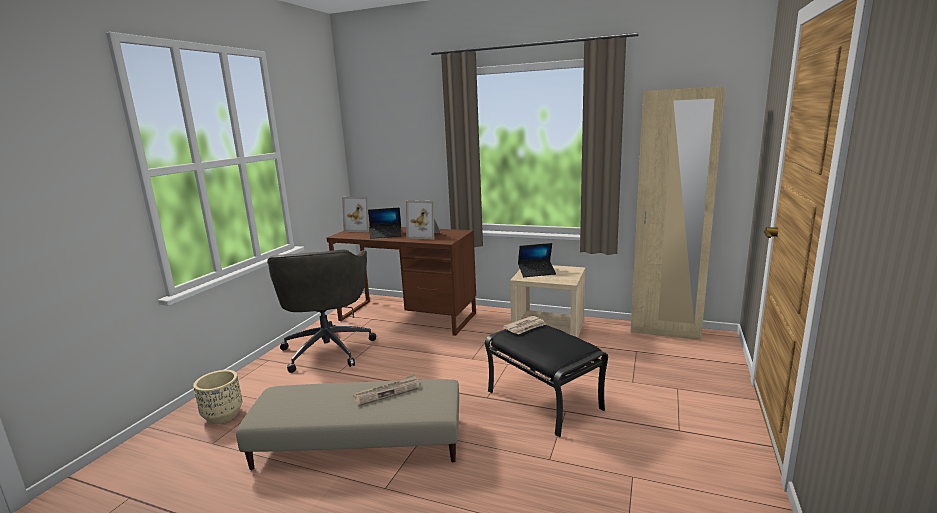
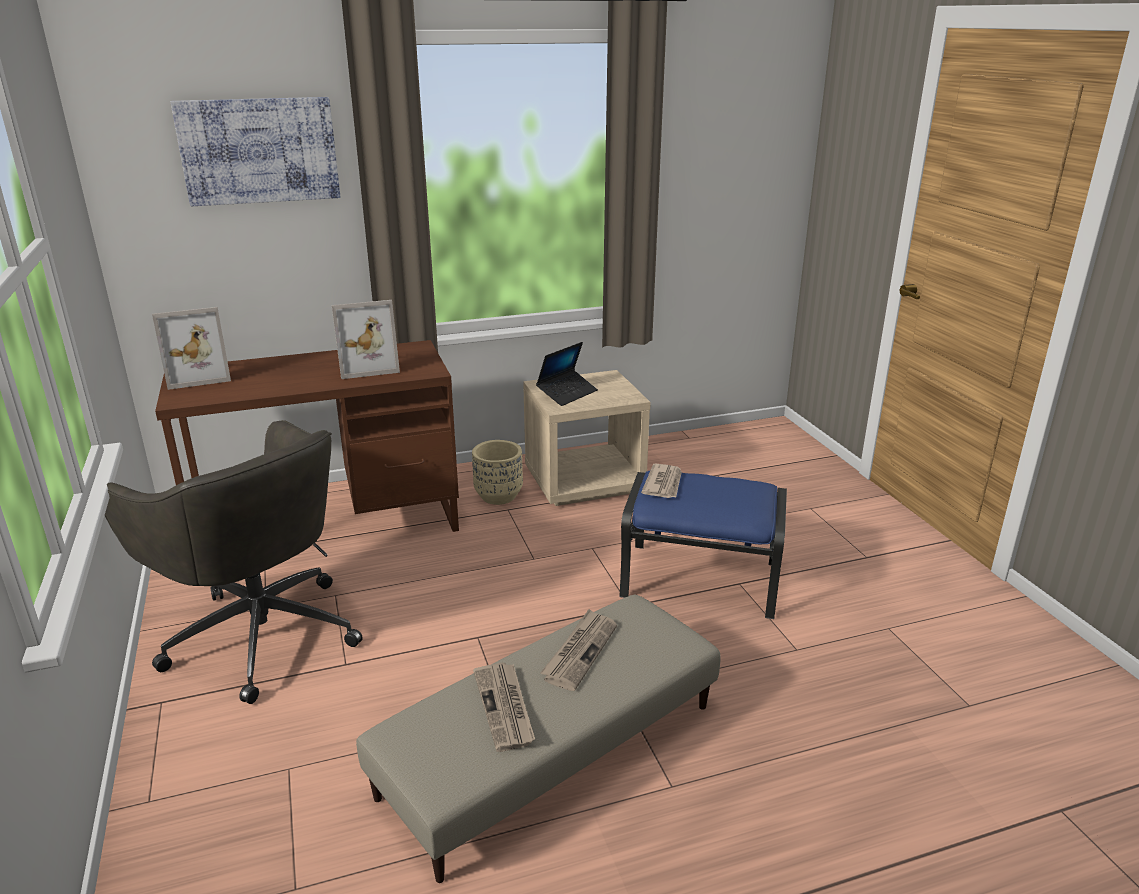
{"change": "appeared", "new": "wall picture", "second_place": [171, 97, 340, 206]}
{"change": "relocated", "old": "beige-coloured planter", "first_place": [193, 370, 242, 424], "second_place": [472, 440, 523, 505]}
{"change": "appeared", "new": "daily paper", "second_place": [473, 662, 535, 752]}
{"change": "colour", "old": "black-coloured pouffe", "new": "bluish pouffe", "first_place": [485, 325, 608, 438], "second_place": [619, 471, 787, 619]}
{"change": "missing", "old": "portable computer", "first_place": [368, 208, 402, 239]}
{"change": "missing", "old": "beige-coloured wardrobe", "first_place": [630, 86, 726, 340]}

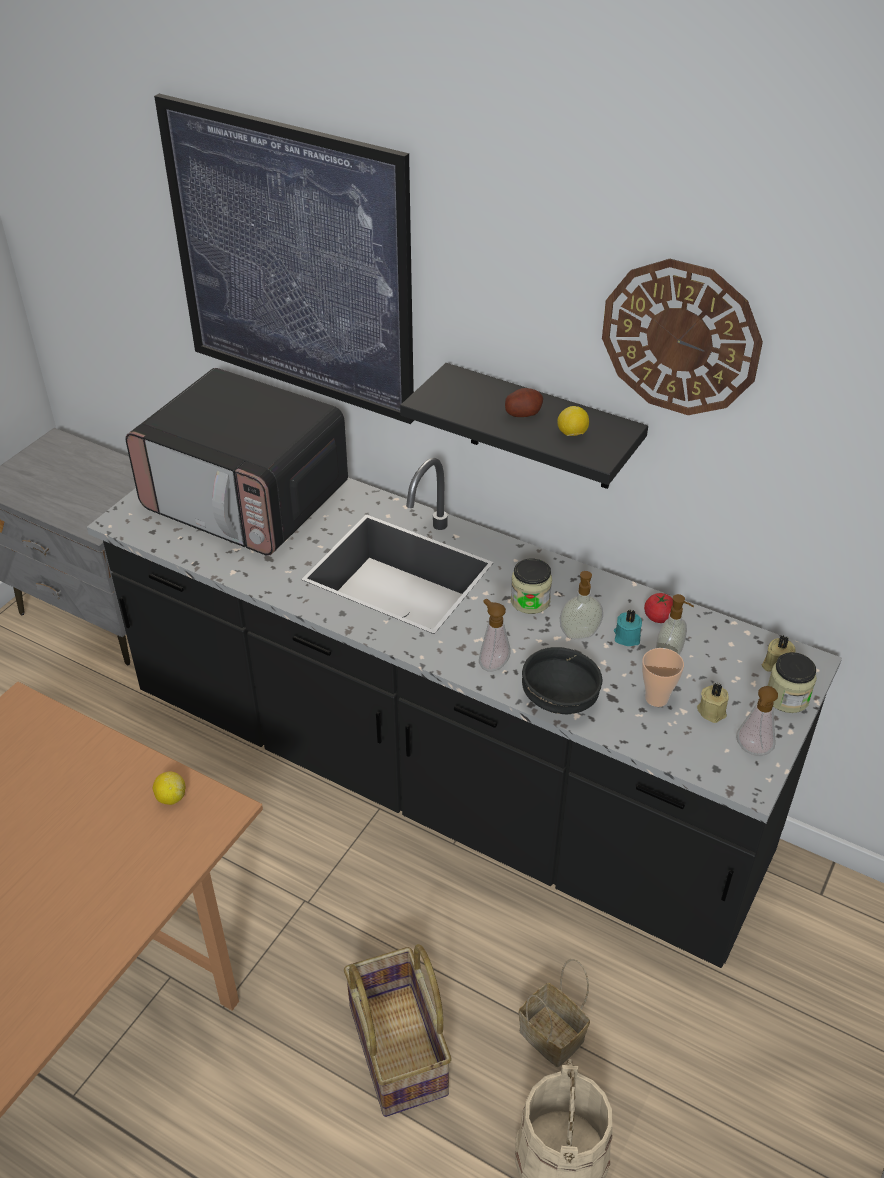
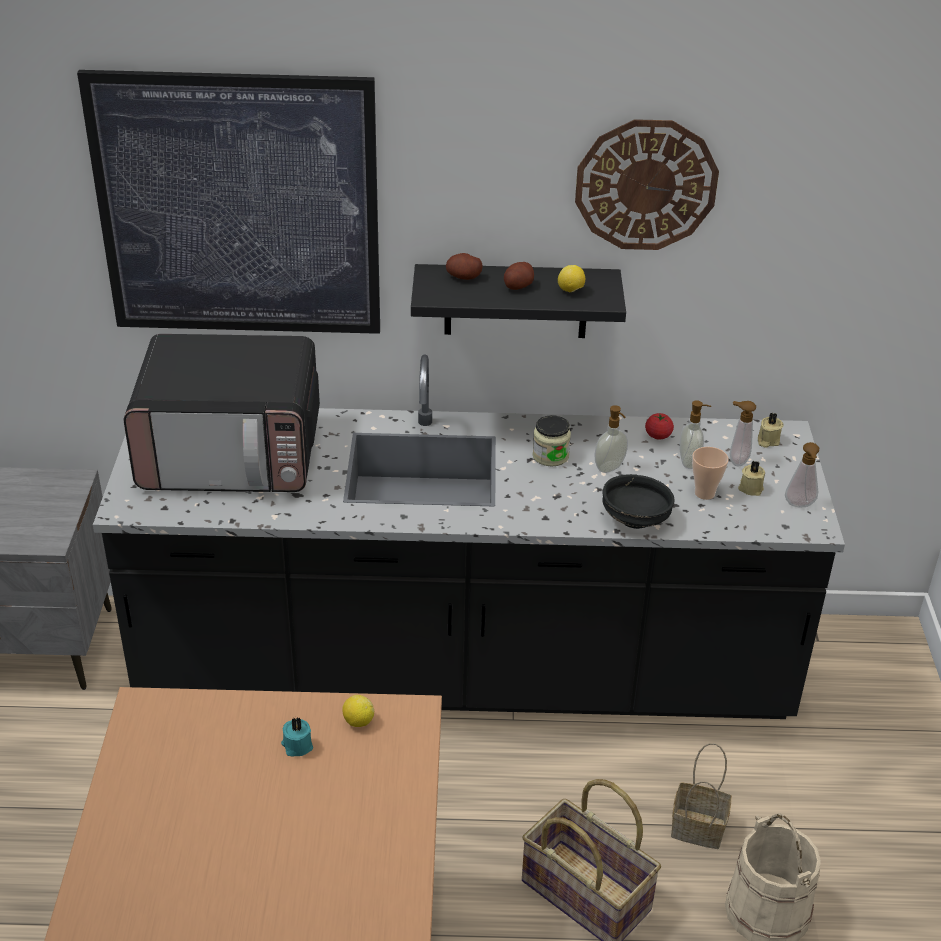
{"change": "relocated", "old": "turquoise-coloured wax candle", "first_place": [614, 610, 642, 646], "second_place": [281, 717, 313, 757]}
{"change": "appeared", "new": "spud", "second_place": [446, 253, 483, 280]}
{"change": "relocated", "old": "liquid soap bottle", "first_place": [479, 599, 511, 672], "second_place": [730, 401, 756, 466]}
{"change": "missing", "old": "jar", "first_place": [768, 652, 817, 713]}

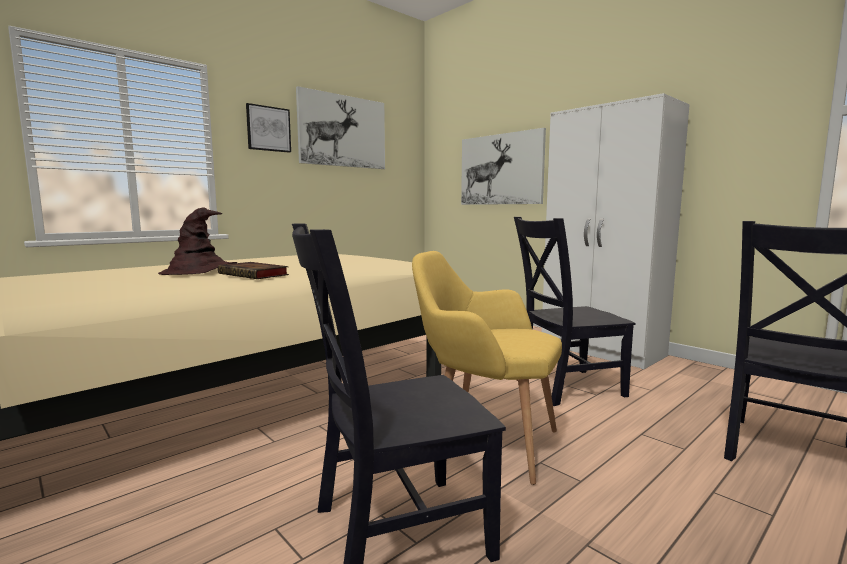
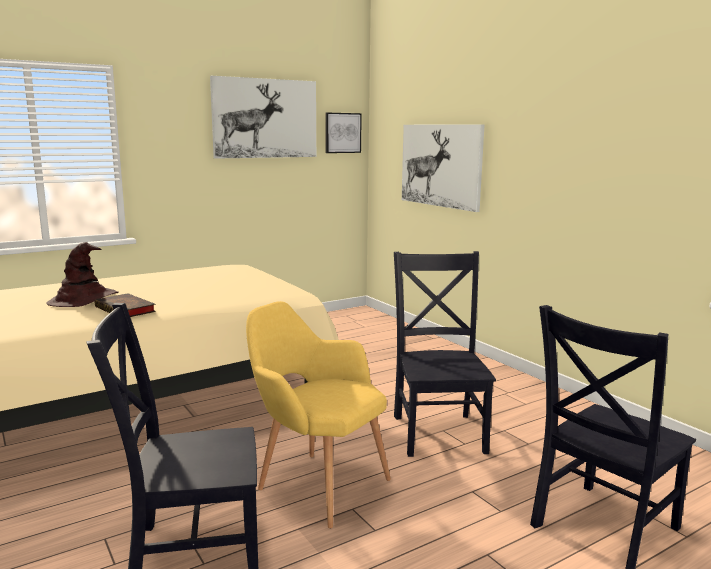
{"change": "relocated", "old": "wall picture", "first_place": [246, 103, 291, 153], "second_place": [325, 113, 362, 153]}
{"change": "spun", "old": "black-coloured chair", "first_place": [514, 217, 636, 406], "second_place": [394, 251, 496, 457], "degrees": 90}
{"change": "missing", "old": "white-coloured wardrobe", "first_place": [542, 93, 690, 369]}

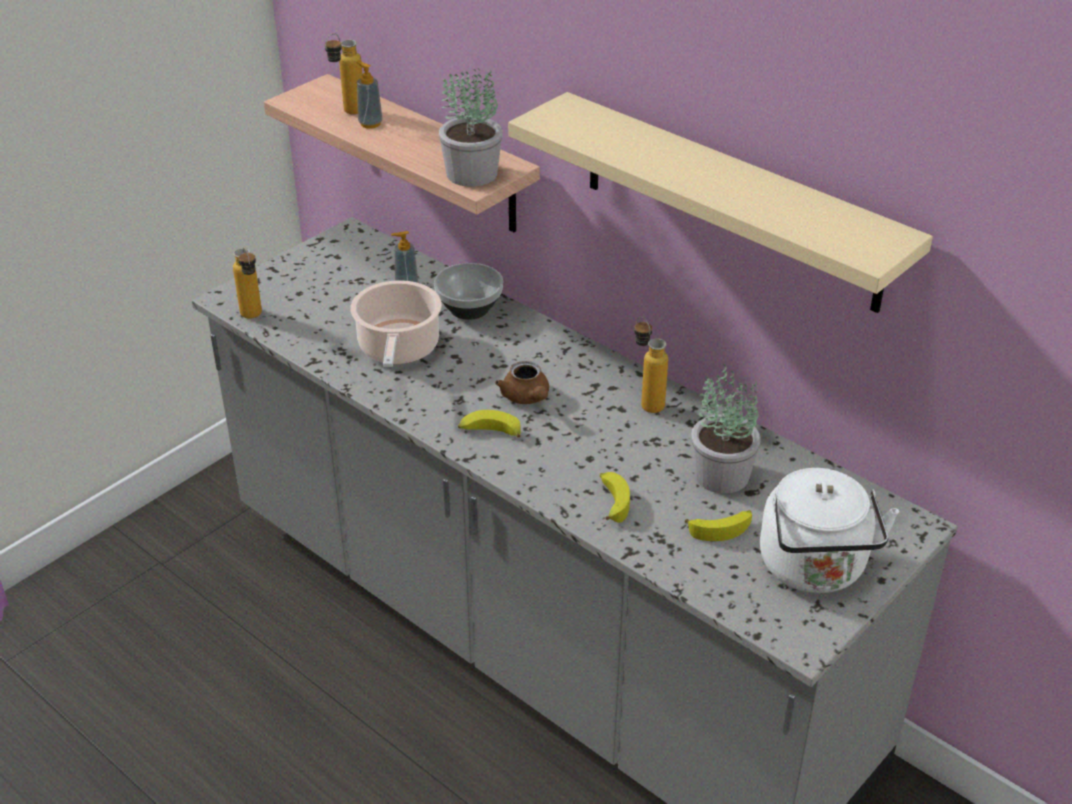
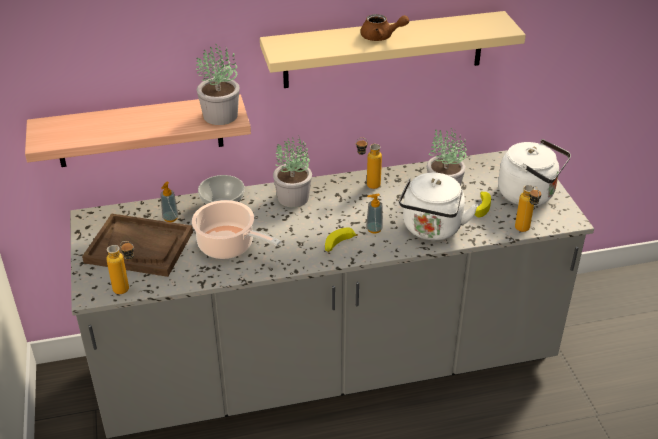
{"change": "appeared", "new": "brown-coloured carrying tray", "second_place": [82, 213, 193, 277]}
{"change": "appeared", "new": "plant in a pot", "second_place": [273, 135, 312, 208]}
{"change": "relocated", "old": "brown-coloured teapot", "first_place": [495, 361, 549, 404], "second_place": [360, 14, 409, 41]}
{"change": "relocated", "old": "liquid soap bottle", "first_place": [357, 61, 383, 129], "second_place": [366, 193, 383, 234]}
{"change": "exchanged", "old": "banana fruit", "new": "white-coloured kettle", "first_place": [600, 472, 630, 523], "second_place": [399, 173, 478, 241]}
{"change": "relocated", "old": "beverage bottle", "first_place": [325, 33, 363, 115], "second_place": [515, 185, 541, 232]}

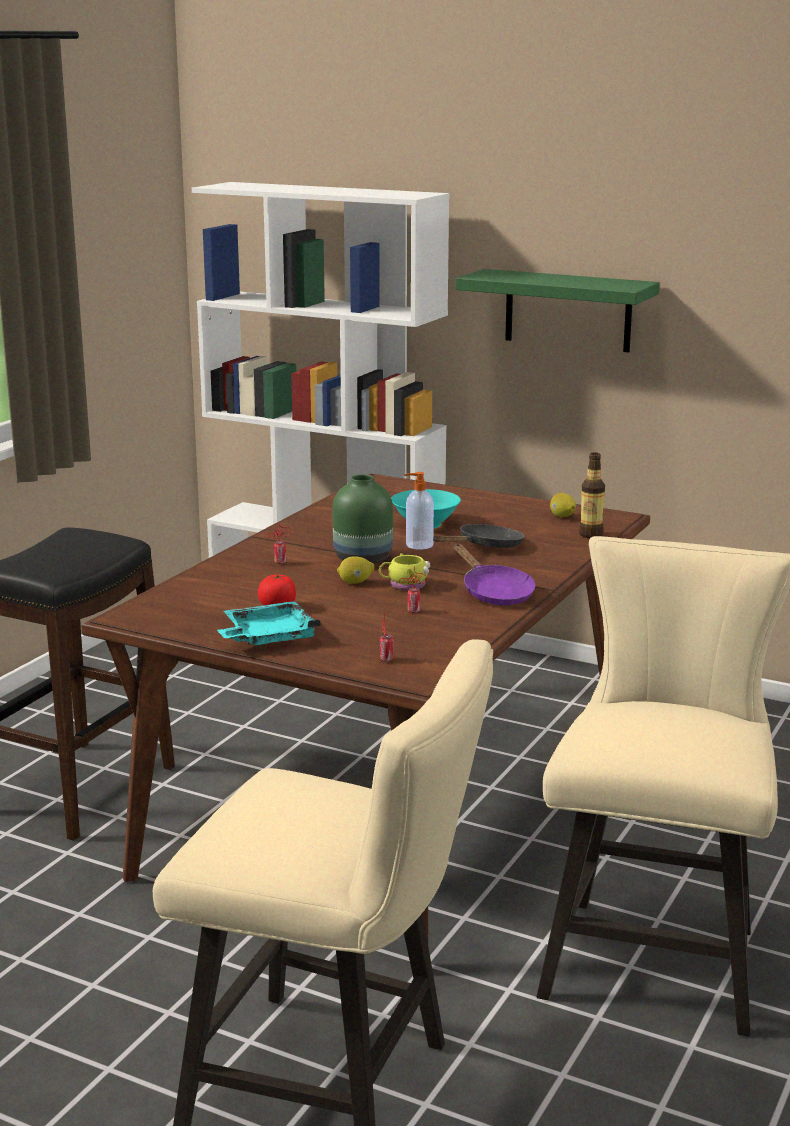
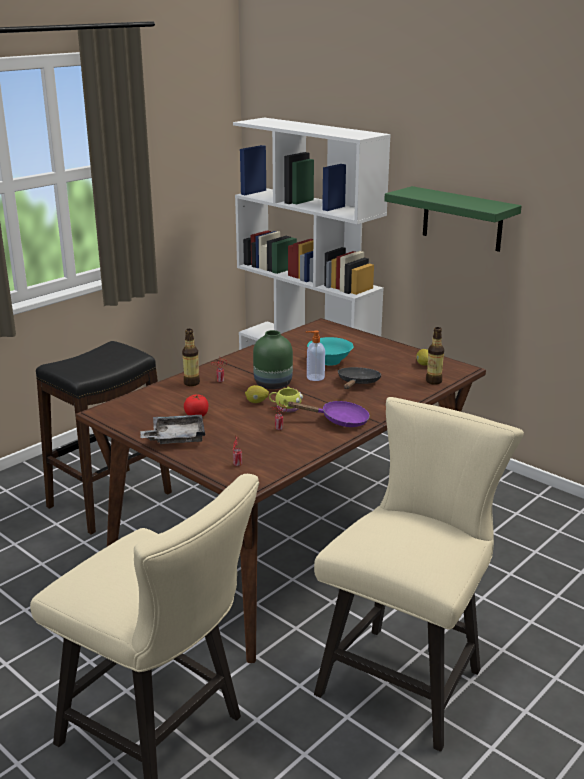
{"change": "colour", "old": "turquoise-coloured carrying tray", "new": "grey carrying tray", "first_place": [217, 601, 321, 645], "second_place": [140, 415, 205, 444]}
{"change": "appeared", "new": "beverage bottle", "second_place": [182, 329, 200, 386]}
{"change": "spun", "old": "purple pan", "first_place": [453, 543, 535, 605], "second_place": [287, 401, 370, 427], "degrees": -75}
{"change": "spun", "old": "black-coloured pan", "first_place": [433, 524, 525, 548], "second_place": [338, 367, 381, 389], "degrees": -45}

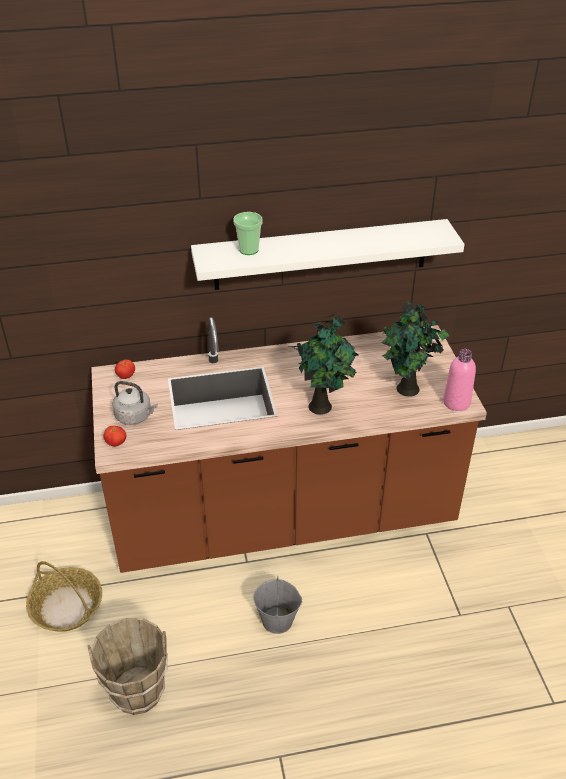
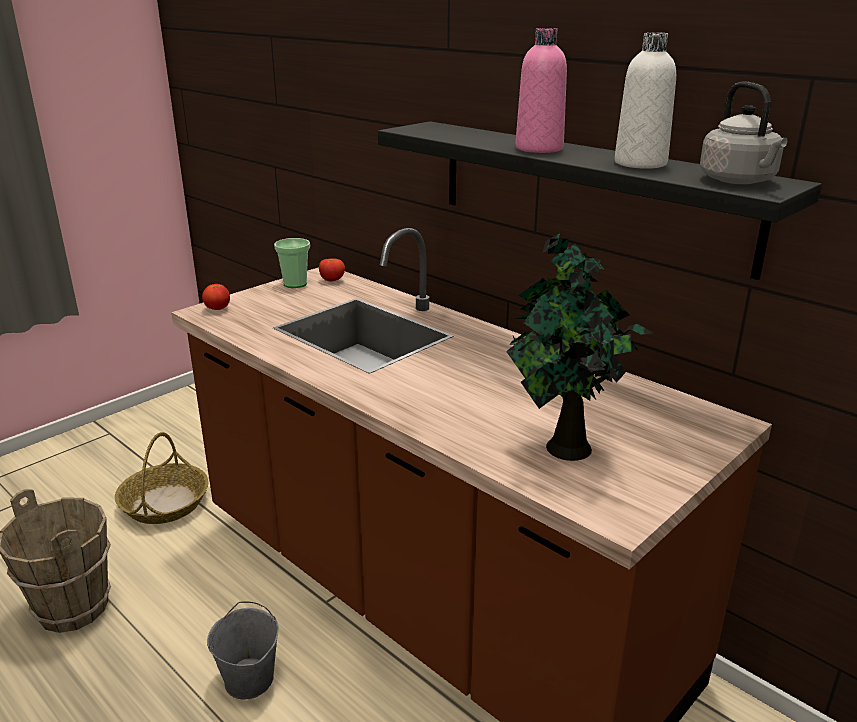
{"change": "relocated", "old": "drinking cup", "first_place": [233, 212, 263, 255], "second_place": [274, 238, 310, 288]}
{"change": "colour", "old": "white-coloured shelf", "new": "black-coloured shelf", "first_place": [191, 219, 465, 290], "second_place": [378, 121, 822, 280]}
{"change": "relocated", "old": "pinkish beverage bottle", "first_place": [443, 349, 476, 411], "second_place": [516, 28, 567, 153]}
{"change": "appeared", "new": "white-coloured beverage bottle", "second_place": [615, 32, 676, 169]}
{"change": "relocated", "old": "grey kettle", "first_place": [112, 381, 158, 425], "second_place": [700, 82, 788, 184]}
{"change": "missing", "old": "plant in a pot", "first_place": [289, 314, 358, 415]}

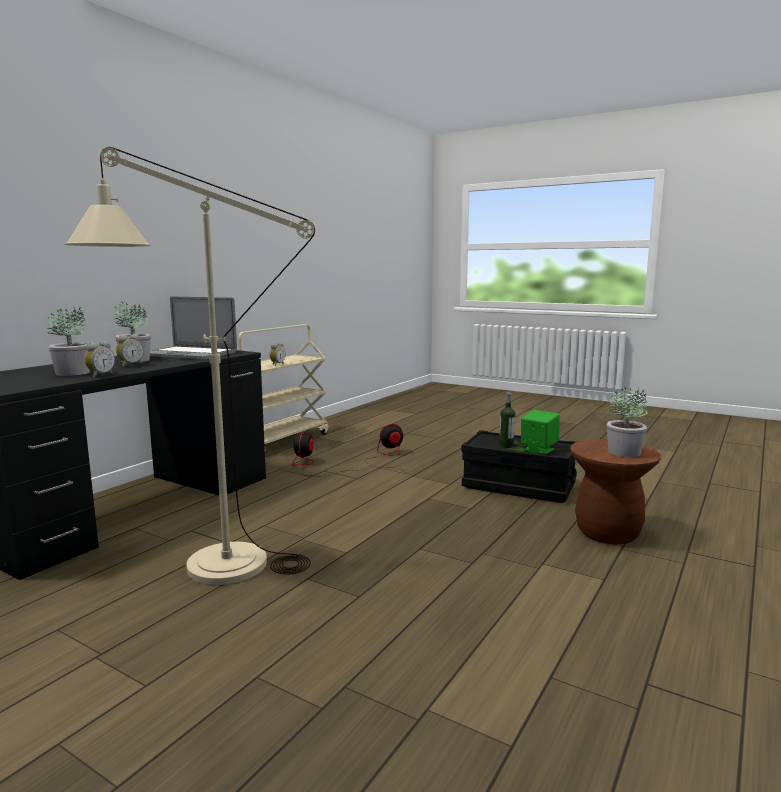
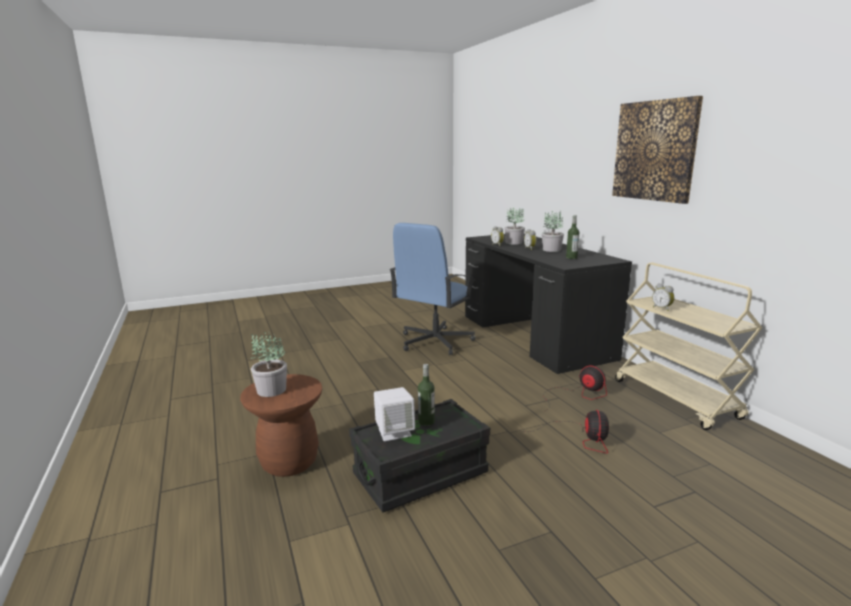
{"change": "colour", "old": "green-coloured loudspeaker", "new": "white-coloured loudspeaker", "first_place": [521, 410, 560, 454], "second_place": [374, 387, 415, 441]}
{"change": "exchanged", "old": "beige-coloured standing lamp", "new": "bluish office chair", "first_place": [64, 147, 315, 585], "second_place": [389, 223, 475, 355]}
{"change": "exchanged", "old": "portable computer", "new": "beverage bottle", "first_place": [150, 296, 237, 360], "second_place": [566, 216, 579, 259]}
{"change": "appeared", "new": "wall picture", "second_place": [612, 96, 703, 204]}

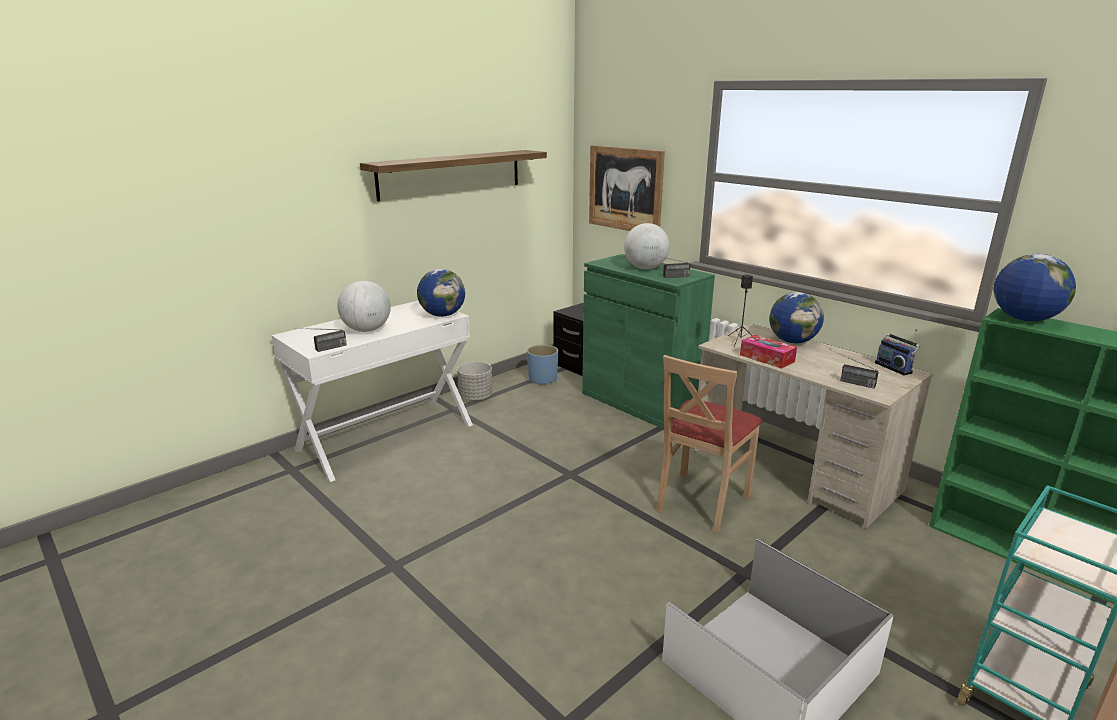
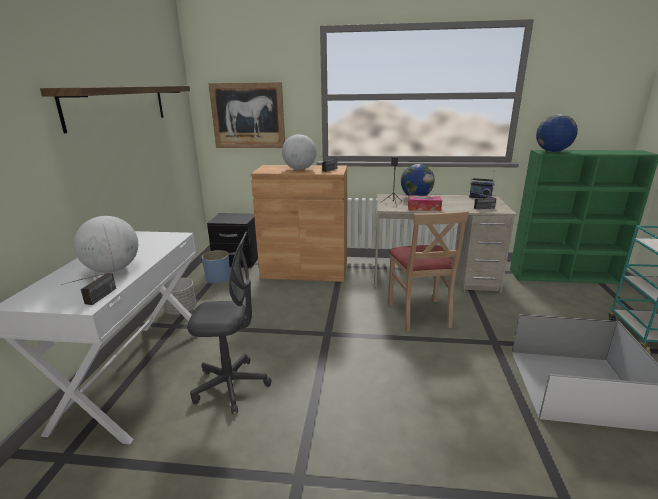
{"change": "appeared", "new": "grey office chair", "second_place": [187, 231, 272, 414]}
{"change": "colour", "old": "green-coloured cabinet", "new": "brown-coloured cabinet", "first_place": [582, 254, 715, 429], "second_place": [251, 165, 347, 282]}
{"change": "missing", "old": "desk globe", "first_place": [417, 269, 465, 317]}

